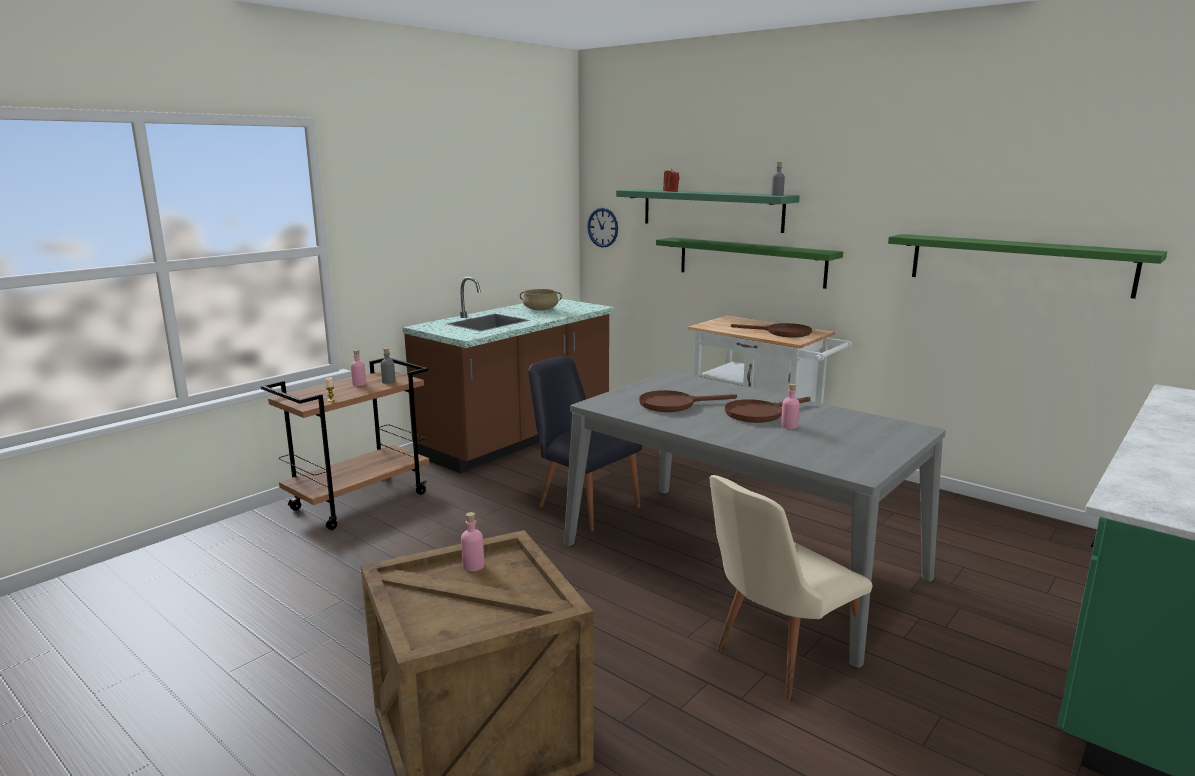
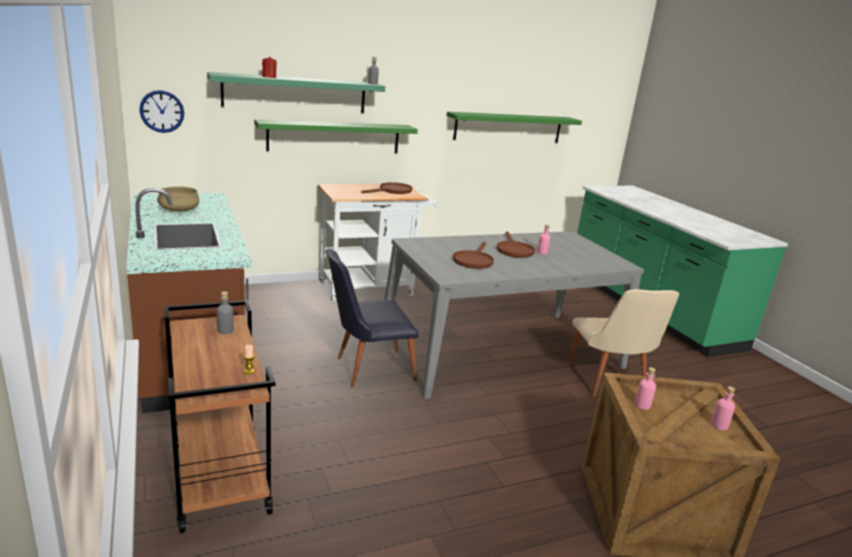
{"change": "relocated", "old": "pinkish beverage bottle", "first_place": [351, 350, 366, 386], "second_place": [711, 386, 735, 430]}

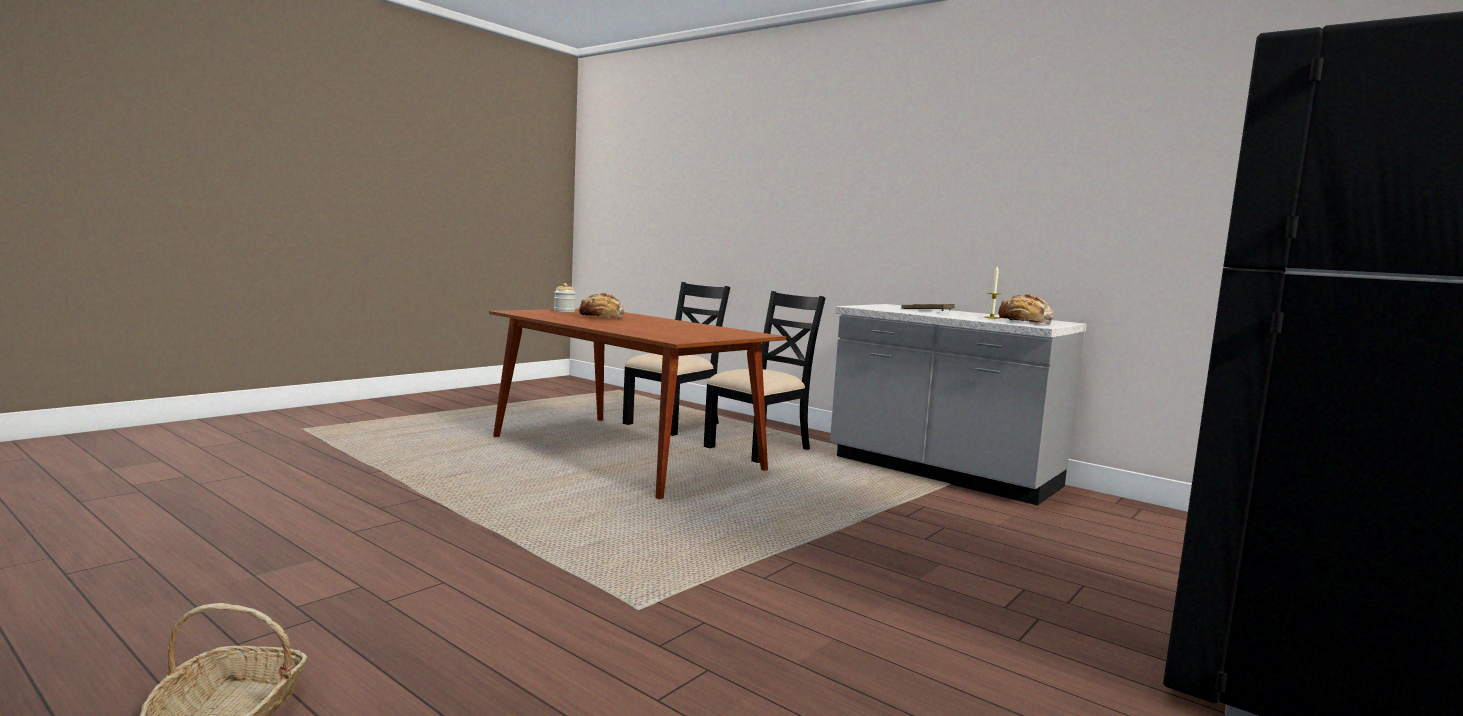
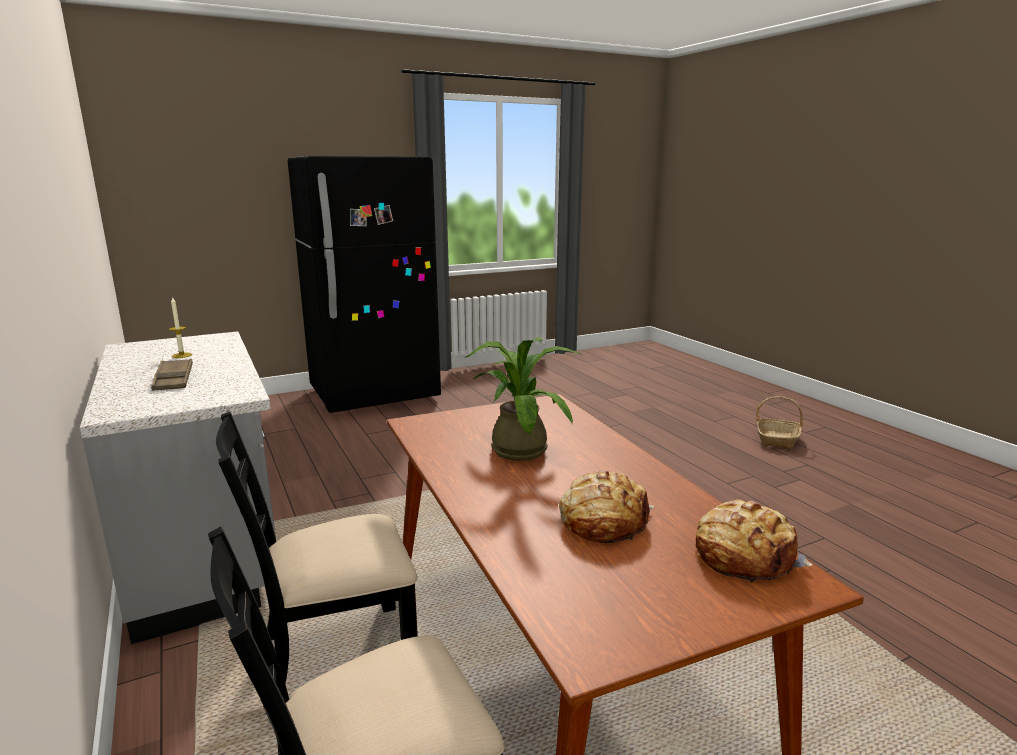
{"change": "appeared", "new": "plant in a pot", "second_place": [466, 337, 582, 461]}
{"change": "relocated", "old": "baked bread", "first_place": [992, 293, 1053, 324], "second_place": [695, 499, 813, 583]}
{"change": "missing", "old": "jar", "first_place": [554, 283, 576, 312]}

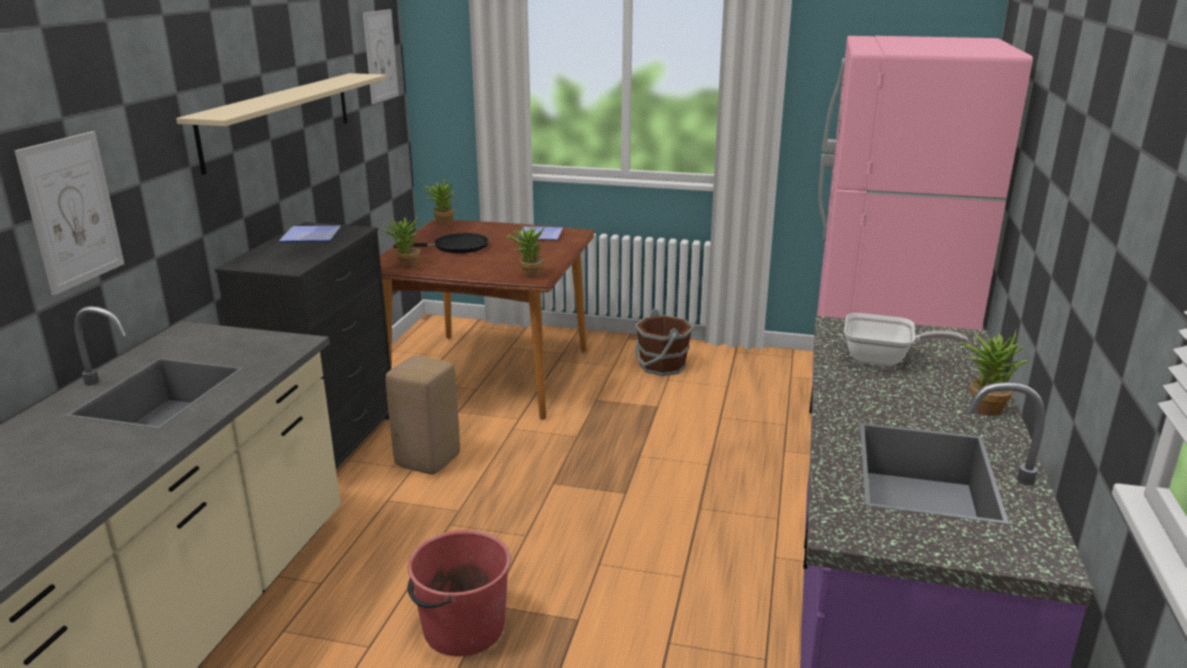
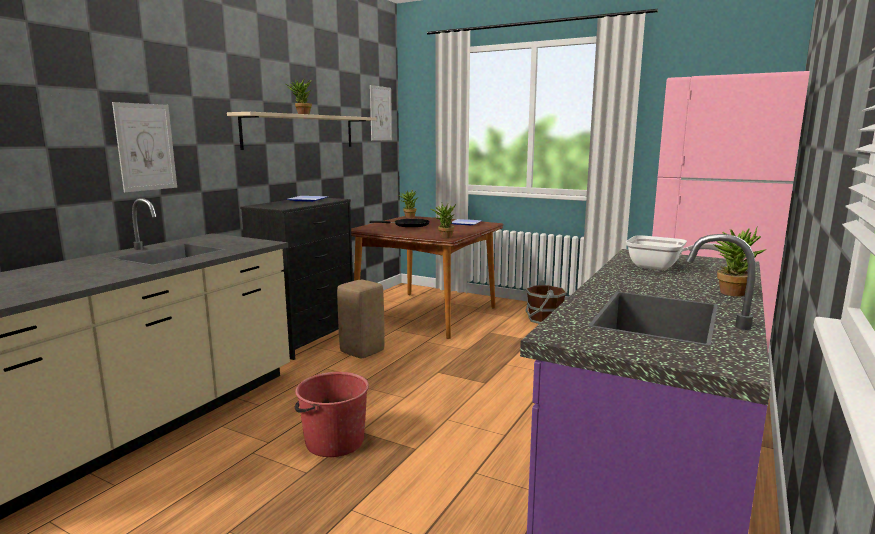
{"change": "relocated", "old": "plant in a pot", "first_place": [383, 216, 420, 268], "second_place": [286, 79, 312, 114]}

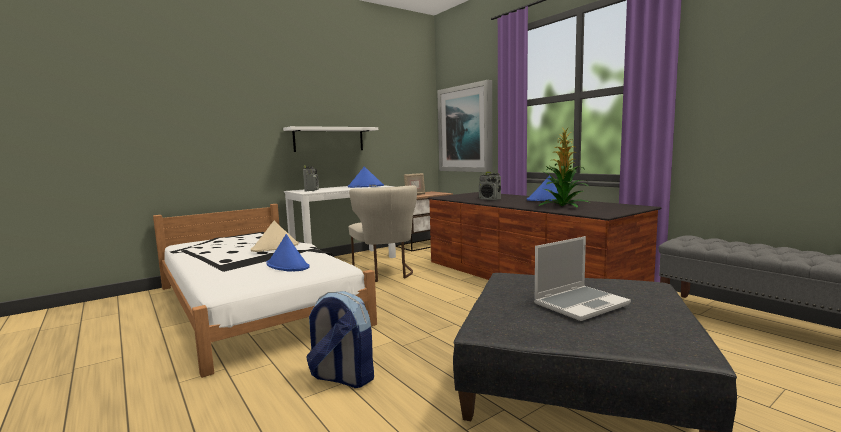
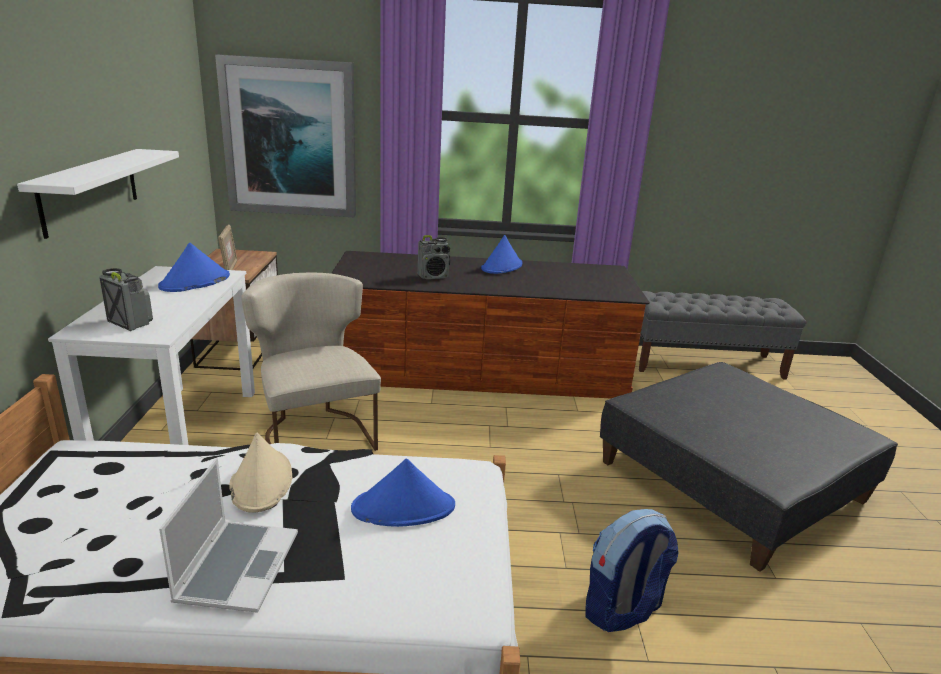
{"change": "relocated", "old": "portable computer", "first_place": [534, 236, 631, 321], "second_place": [159, 458, 298, 613]}
{"change": "spun", "old": "beige-coloured chair", "first_place": [349, 185, 417, 282], "second_place": [241, 273, 381, 451], "degrees": -135}
{"change": "missing", "old": "plant in a pot", "first_place": [539, 127, 591, 207]}

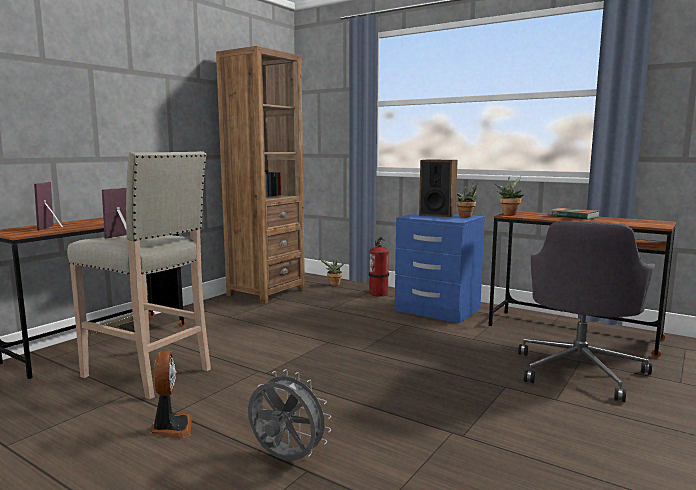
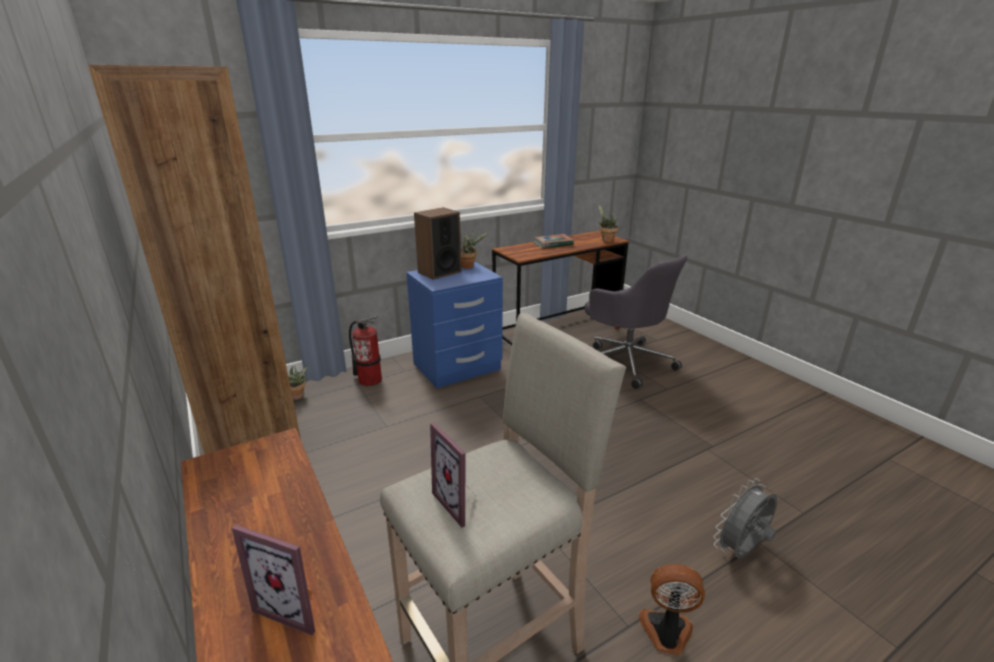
{"change": "relocated", "old": "plant in a pot", "first_place": [495, 176, 524, 216], "second_place": [598, 205, 618, 242]}

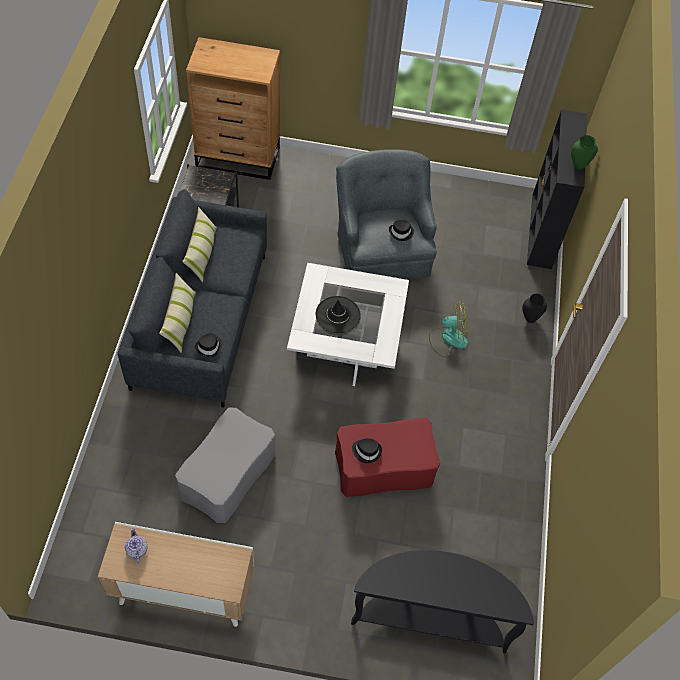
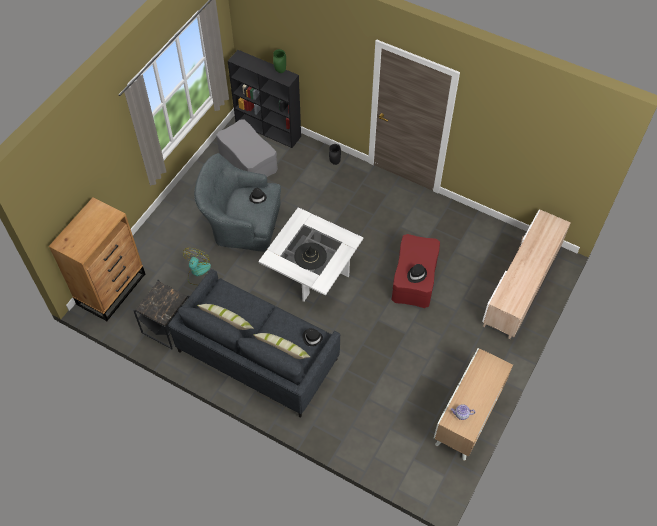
{"change": "relocated", "old": "fan", "first_place": [429, 302, 468, 358], "second_place": [183, 248, 211, 285]}
{"change": "relocated", "old": "grey pouffe", "first_place": [175, 408, 275, 523], "second_place": [216, 119, 278, 177]}
{"change": "exchanged", "old": "black-coloured console table", "new": "beige-coloured tv unit", "first_place": [351, 550, 534, 654], "second_place": [482, 210, 571, 339]}

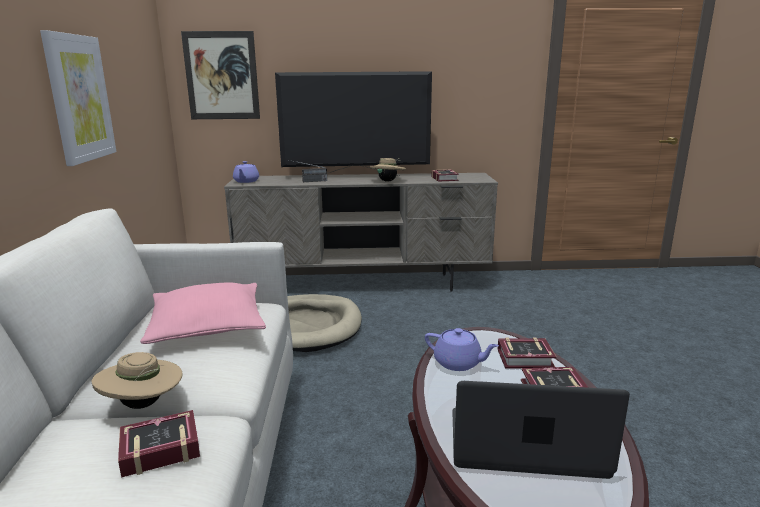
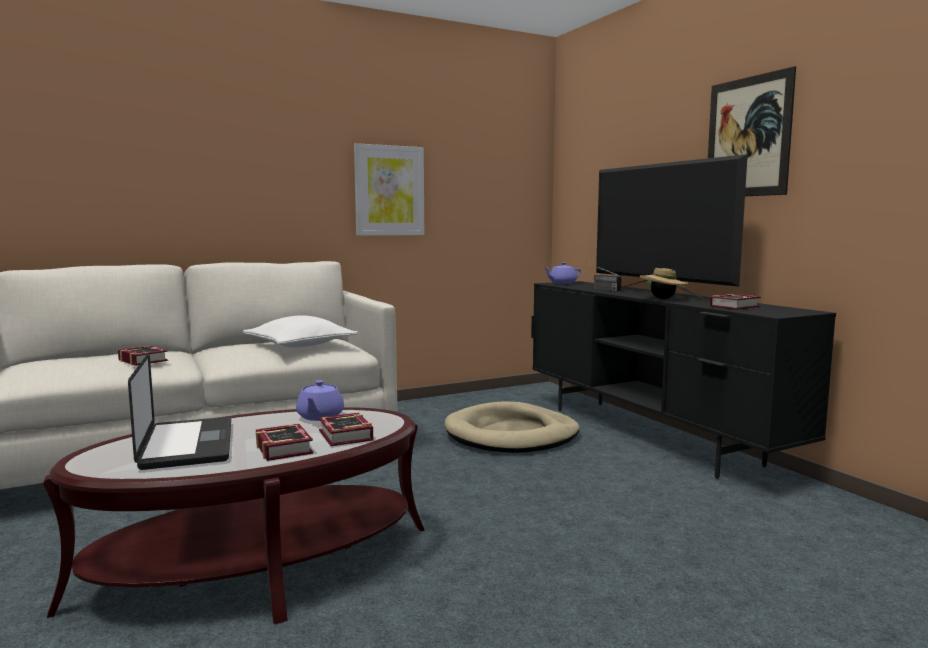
{"change": "colour", "old": "pinkish throw pillow", "new": "white-coloured throw pillow", "first_place": [140, 283, 266, 344], "second_place": [243, 315, 358, 347]}
{"change": "colour", "old": "beige-coloured tv unit", "new": "black-coloured tv unit", "first_place": [224, 173, 498, 292], "second_place": [531, 281, 836, 479]}
{"change": "relocated", "old": "wall picture", "first_place": [181, 31, 260, 119], "second_place": [708, 66, 796, 196]}
{"change": "missing", "old": "beige-coloured wearable hat", "first_place": [92, 352, 183, 409]}

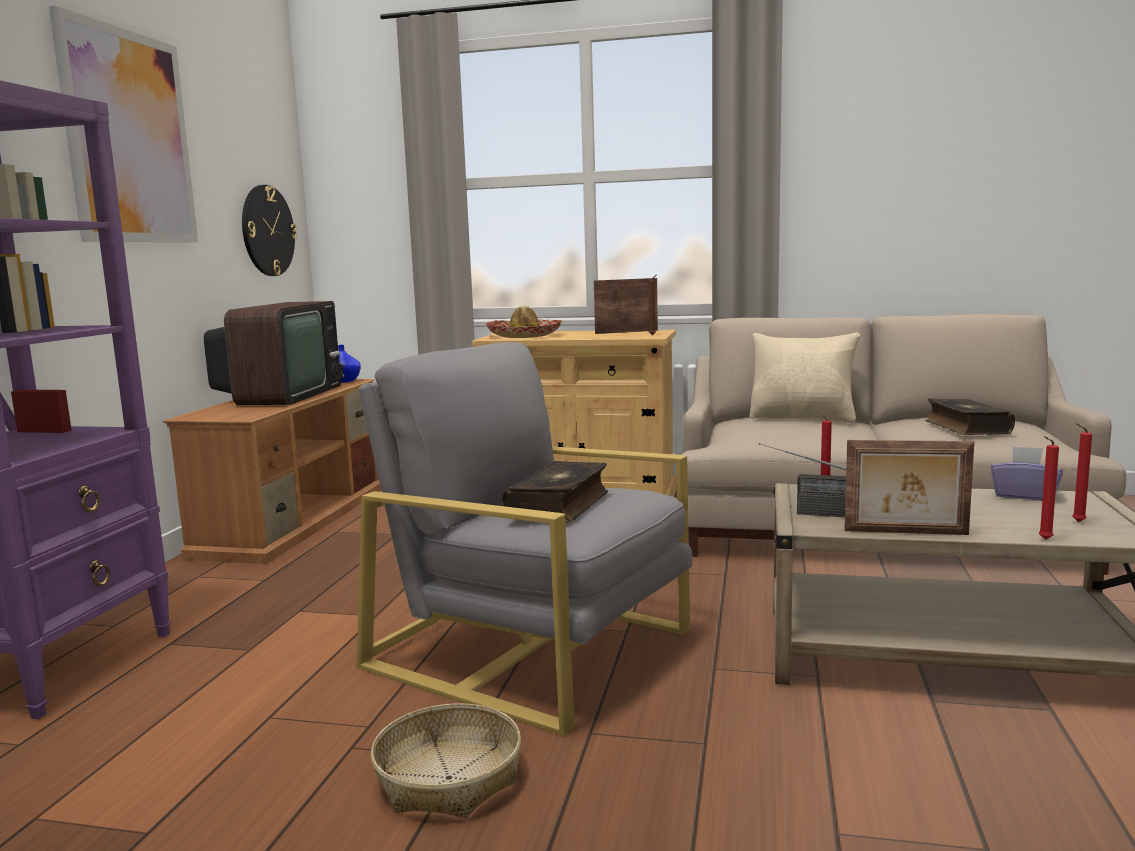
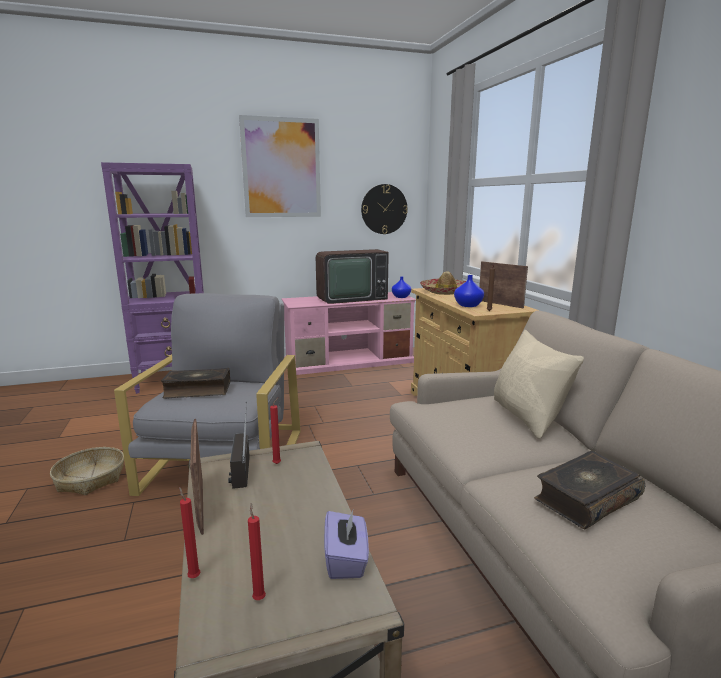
{"change": "colour", "old": "brown-coloured tv unit", "new": "pinkish tv unit", "first_place": [162, 379, 381, 564], "second_place": [282, 292, 416, 375]}
{"change": "appeared", "new": "bluish flower vase", "second_place": [454, 275, 484, 307]}

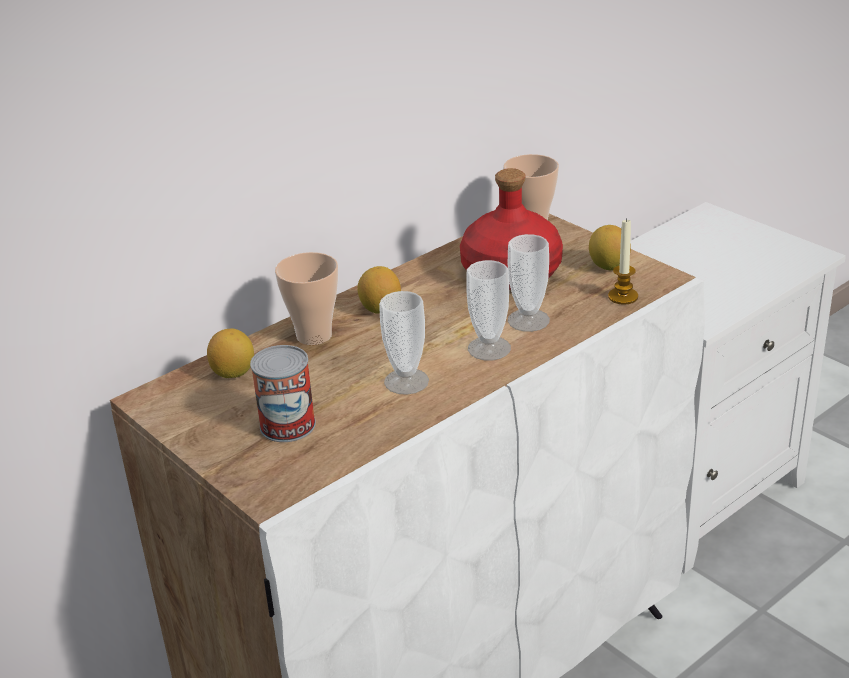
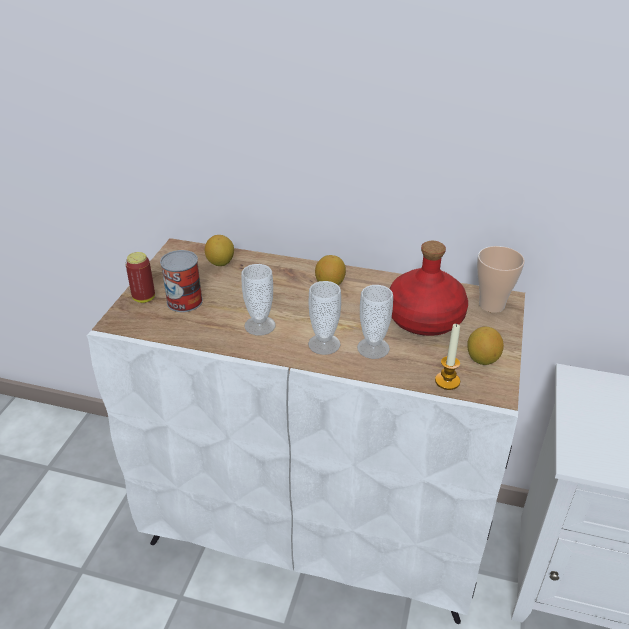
{"change": "appeared", "new": "sealed can", "second_place": [125, 252, 155, 303]}
{"change": "missing", "old": "drinking cup", "first_place": [275, 252, 338, 345]}

